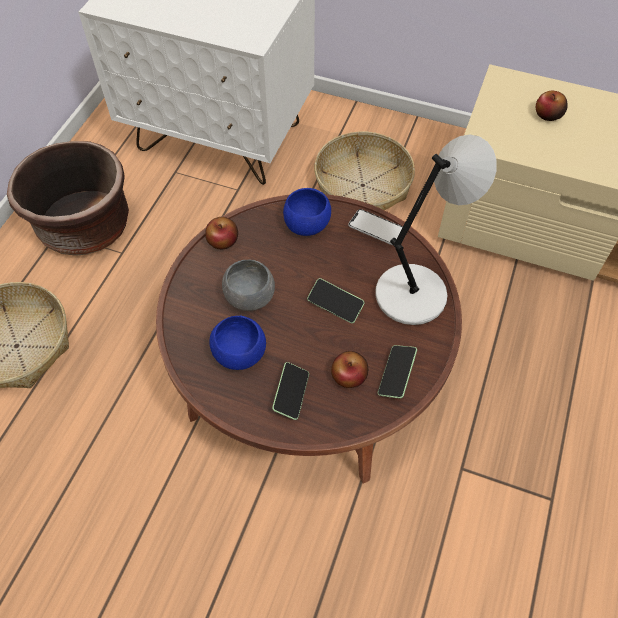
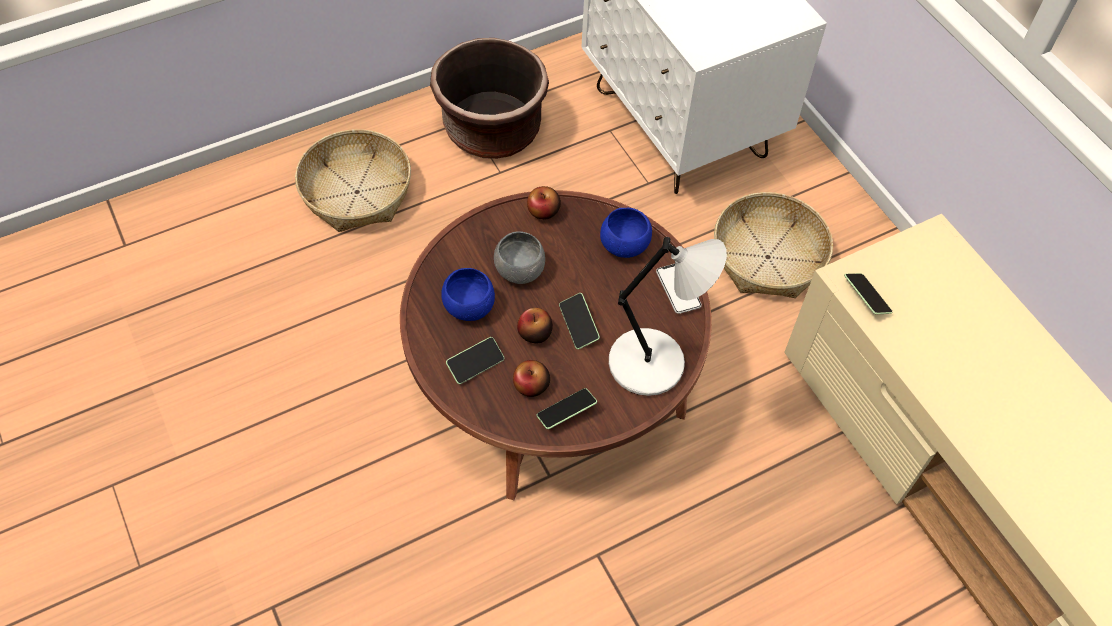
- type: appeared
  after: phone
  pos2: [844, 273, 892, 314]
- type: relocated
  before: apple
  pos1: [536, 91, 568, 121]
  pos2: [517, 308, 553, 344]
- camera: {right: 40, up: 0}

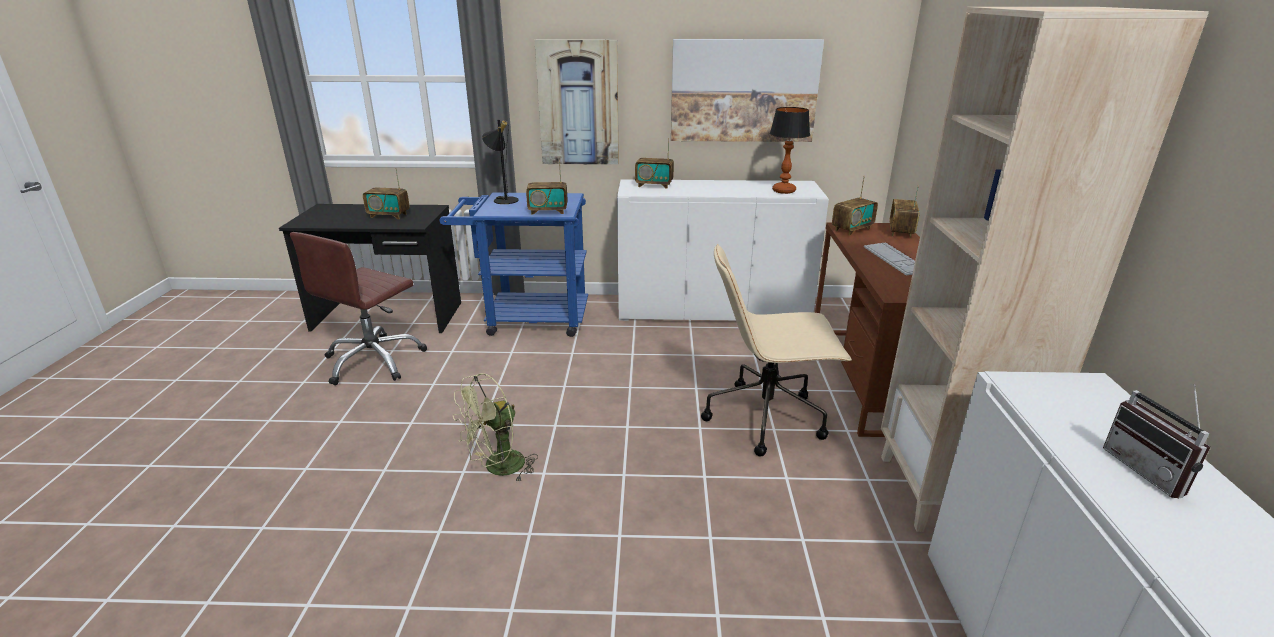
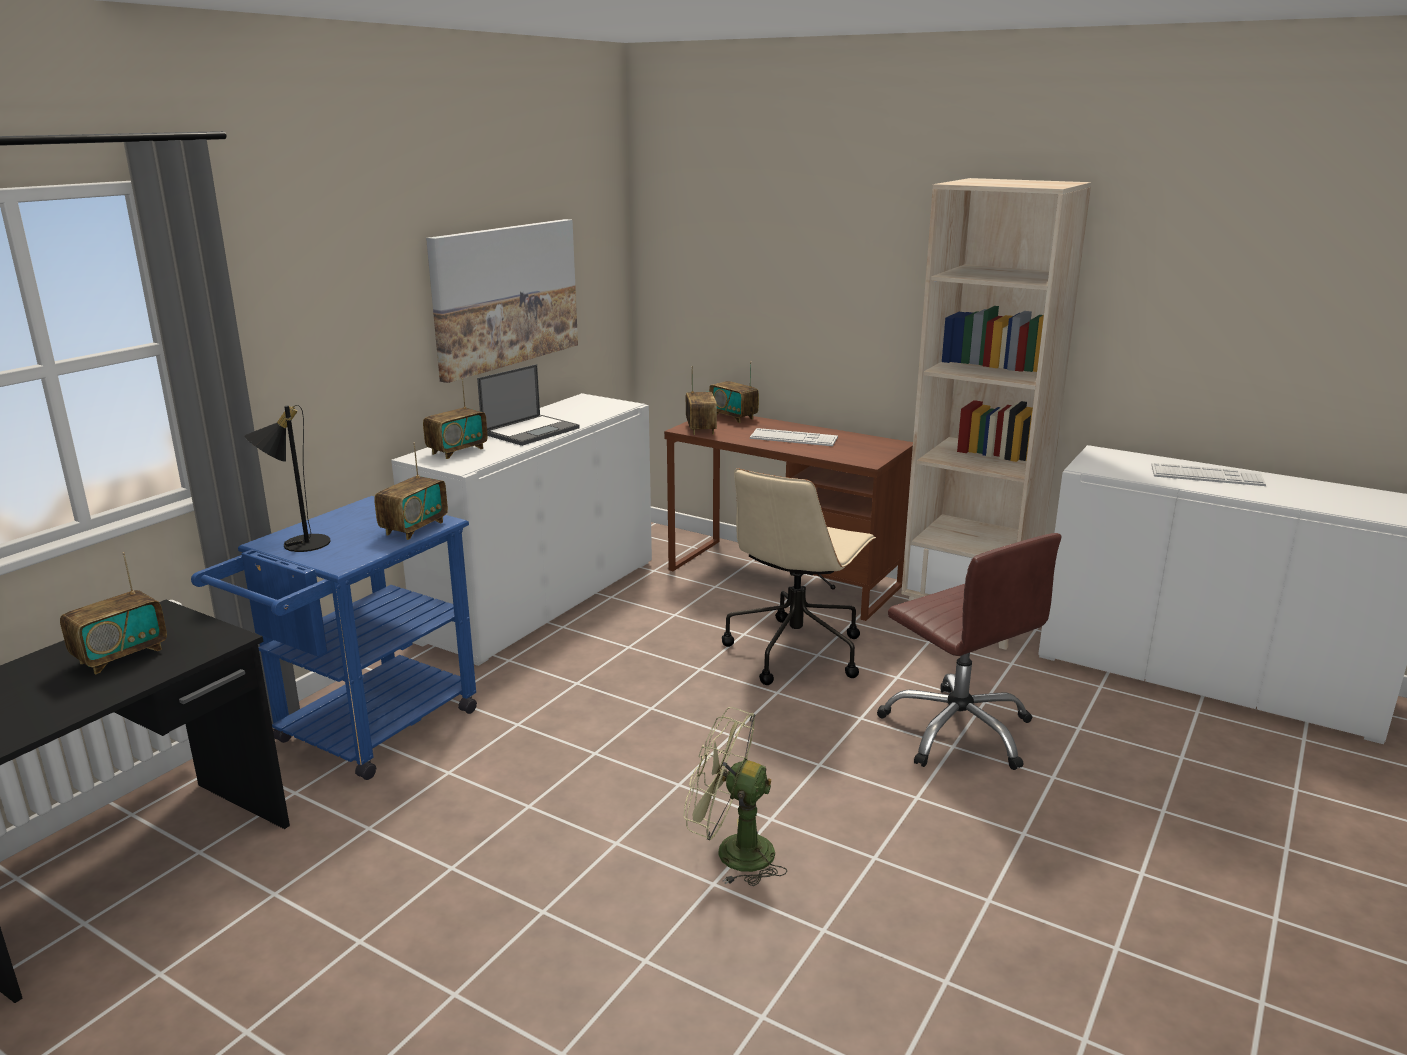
- type: missing
  before: picture
  pos1: [534, 39, 619, 165]
- type: missing
  before: tabletop lamp
  pos1: [770, 107, 810, 194]
- type: appeared
  after: notebook computer
  pos2: [477, 364, 580, 446]
- type: relocated
  before: brownish office chair
  pos1: [290, 232, 427, 385]
  pos2: [877, 533, 1061, 770]
- type: exchanged
  before: radio
  after: computer keyboard
  pos1: [1103, 385, 1210, 499]
  pos2: [1152, 463, 1266, 486]
- type: spun
  before: green fan
  pos1: [453, 373, 538, 483]
  pos2: [684, 707, 787, 886]
  turn: 120
- camera: {right: -60, up: -5}

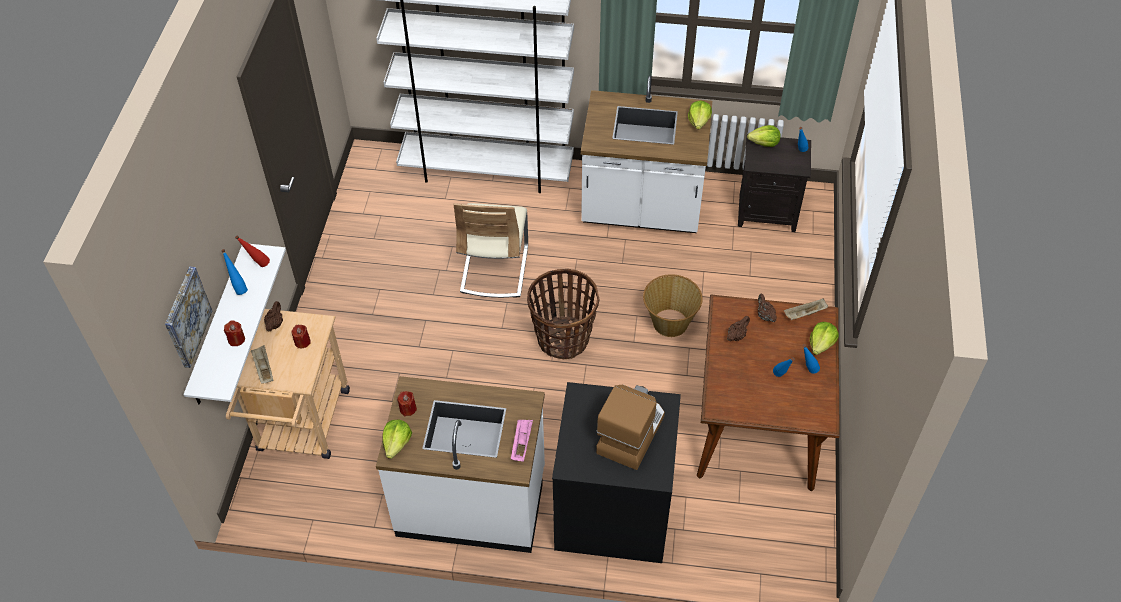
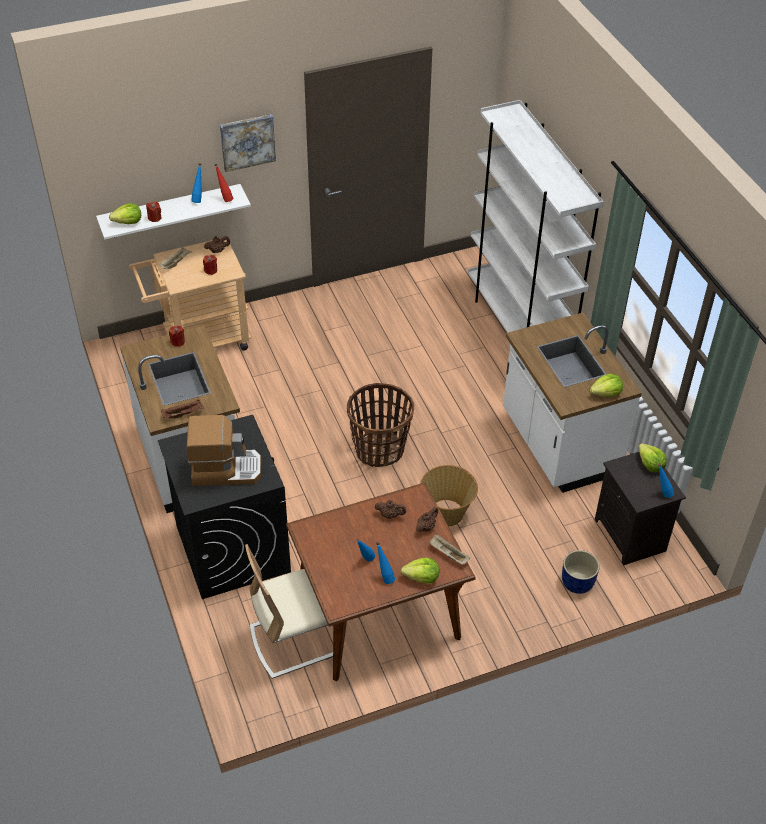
- type: appeared
  after: blue flower pot
  pos2: [562, 550, 599, 594]
- type: relocated
  before: picture
  pos1: [165, 266, 213, 368]
  pos2: [220, 114, 276, 172]
- type: relocated
  before: head of lettuce
  pos1: [382, 420, 412, 459]
  pos2: [109, 203, 141, 224]
- type: relocated
  before: beige-coloured upright chair
  pos1: [454, 203, 528, 298]
  pos2: [245, 544, 333, 679]
- type: colour
  before: pink carrying tray
  after: brownish carrying tray
  pos1: [511, 420, 533, 462]
  pos2: [161, 399, 204, 419]
- camera: {right: 60, up: -5}

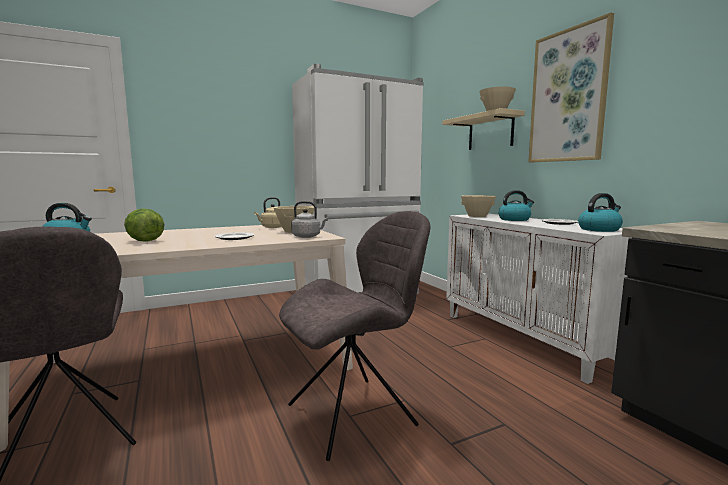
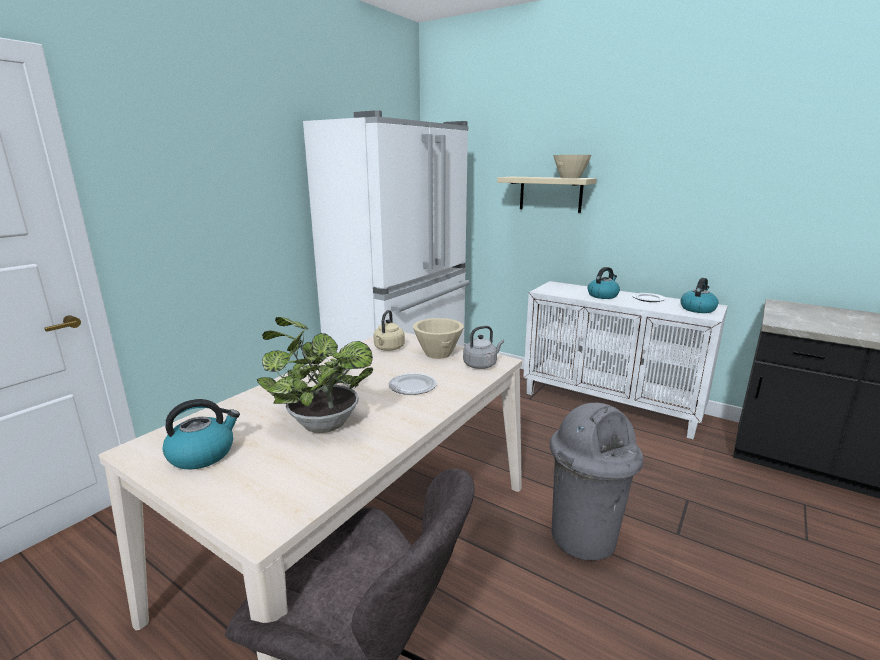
- type: missing
  before: beige-coloured deep dish
  pos1: [461, 195, 496, 217]
- type: missing
  before: picture
  pos1: [528, 13, 614, 163]
- type: exchanged
  before: head of lettuce
  after: houseplant
  pos1: [124, 208, 164, 242]
  pos2: [257, 317, 373, 433]
- type: exchanged
  before: grey upright chair
  after: grey waste bin
  pos1: [279, 211, 430, 461]
  pos2: [550, 403, 643, 561]
- camera: {right: -30, up: 10}

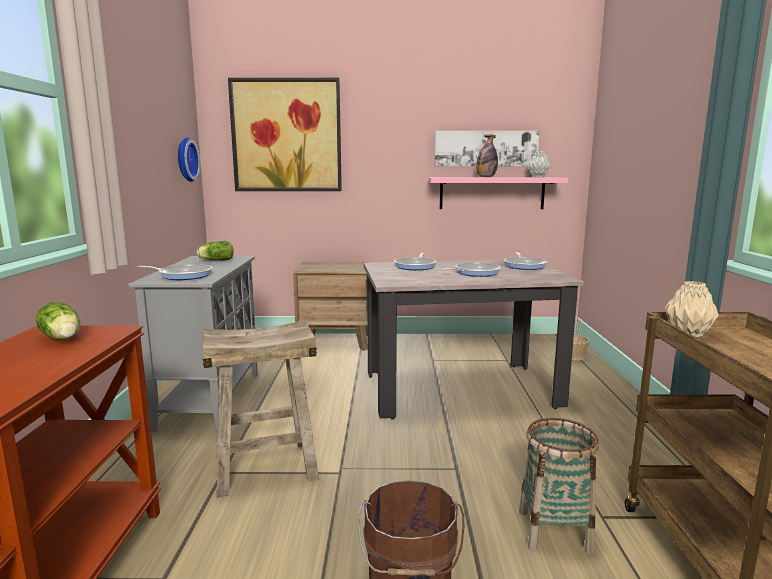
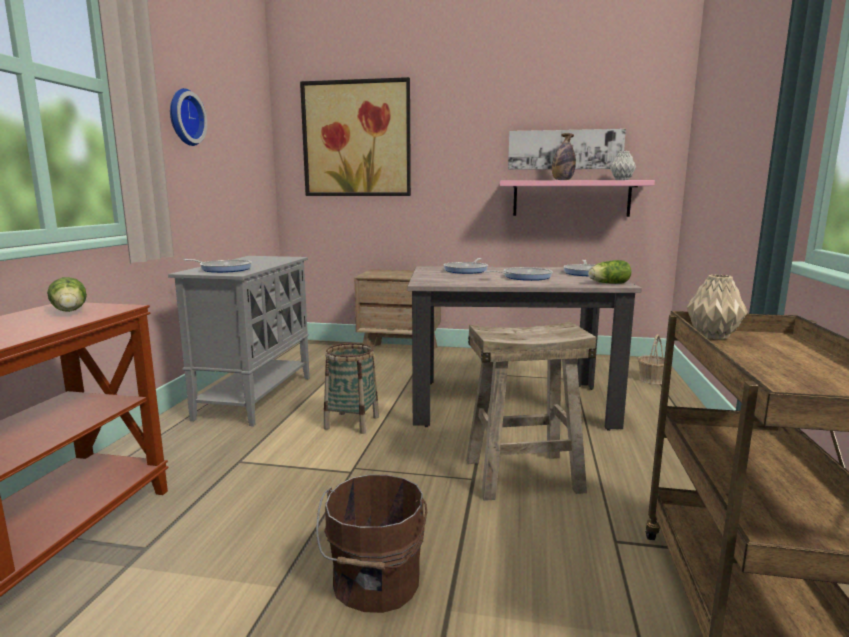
- type: relocated
  before: hanging clock
  pos1: [178, 137, 200, 182]
  pos2: [170, 88, 207, 146]
- type: relocated
  before: head of lettuce
  pos1: [197, 241, 233, 260]
  pos2: [588, 260, 631, 284]
- type: relocated
  before: beige-coloured sitting stool
  pos1: [203, 321, 319, 498]
  pos2: [466, 322, 596, 501]
- type: relocated
  before: basket
  pos1: [519, 418, 599, 554]
  pos2: [324, 343, 379, 434]
- camera: {right: 10, up: 0}

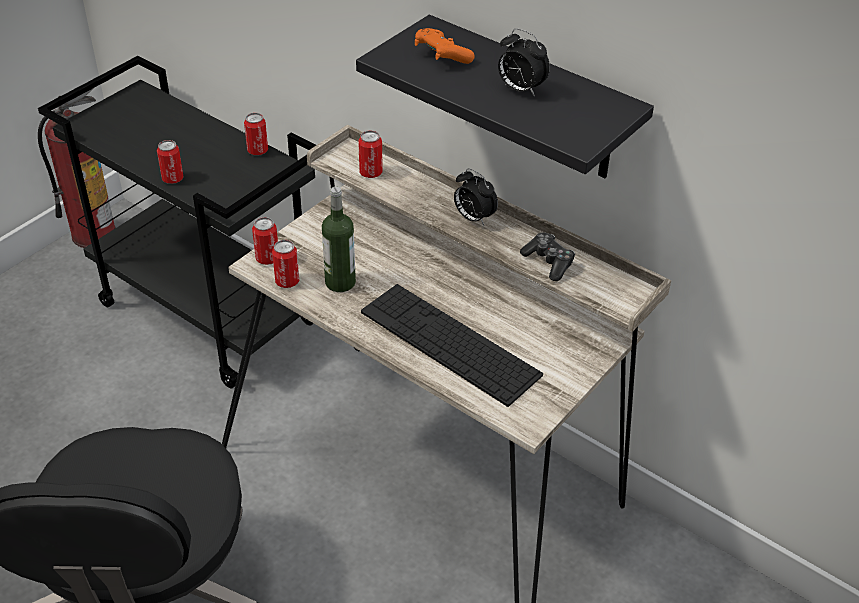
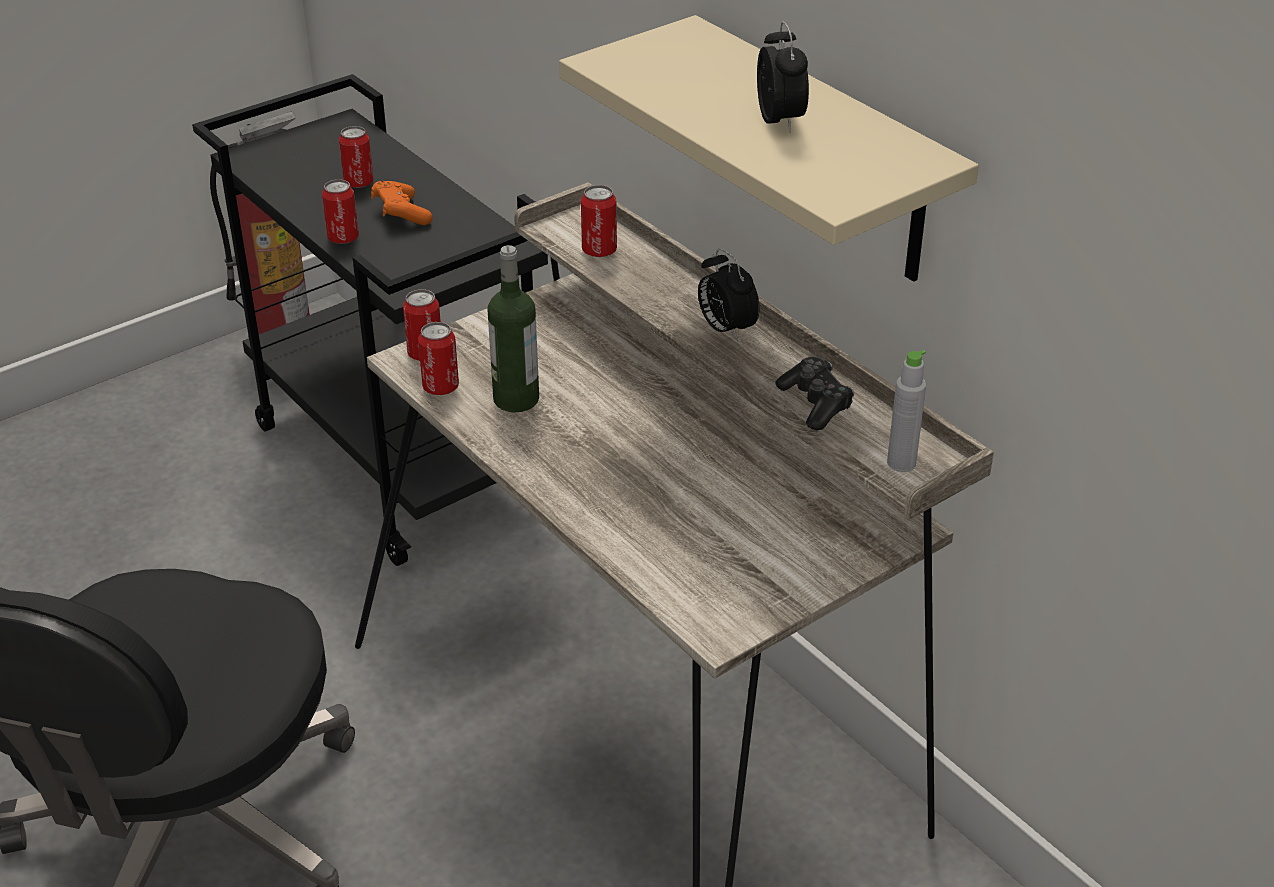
- type: missing
  before: computer keyboard
  pos1: [361, 284, 543, 407]
- type: appeared
  after: grey bottle
  pos2: [887, 350, 926, 472]
- type: relocated
  before: metal can
  pos1: [244, 113, 268, 155]
  pos2: [339, 126, 373, 188]
- type: relocated
  before: orangey joypad
  pos1: [415, 28, 475, 64]
  pos2: [371, 181, 433, 225]
- type: colour
  before: black bracket shelf
  after: beige-coloured bracket shelf
  pos1: [356, 15, 654, 178]
  pos2: [559, 15, 979, 282]
- type: spun
  before: alarm clock
  pos1: [498, 29, 550, 96]
  pos2: [757, 21, 809, 133]
  turn: -150
- camera: {right: 15, up: -5}

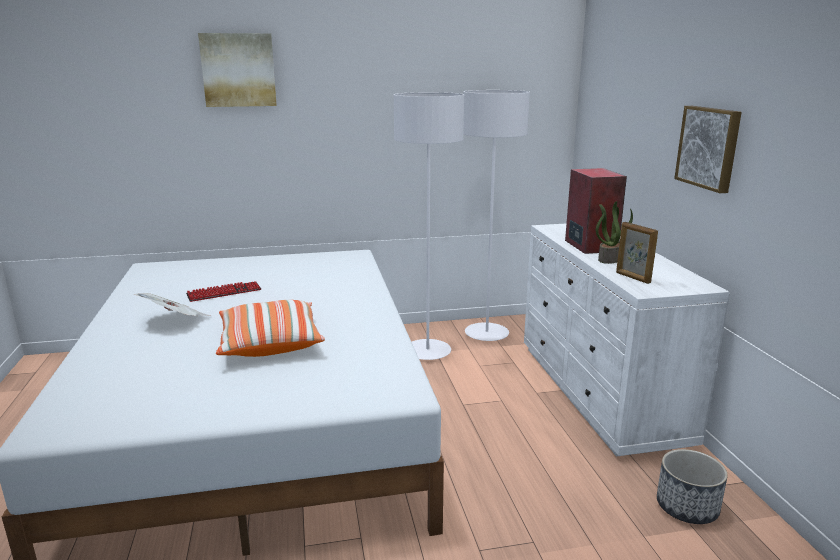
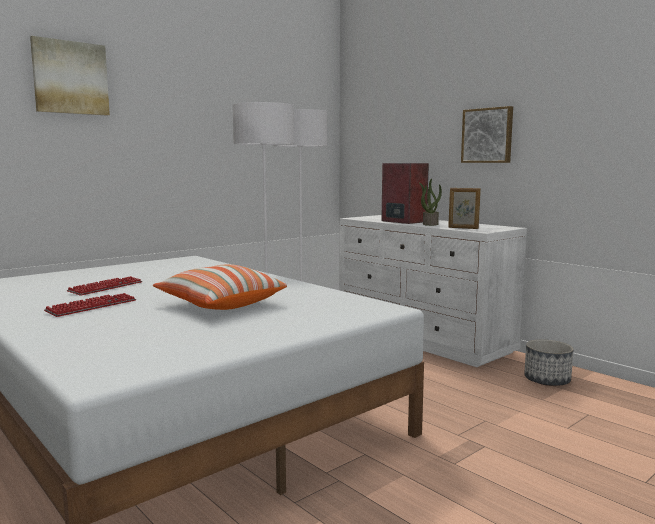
- type: exchanged
  before: daily paper
  after: computer keyboard
  pos1: [134, 293, 211, 316]
  pos2: [44, 293, 136, 317]
- camera: {right: -30, up: -10}

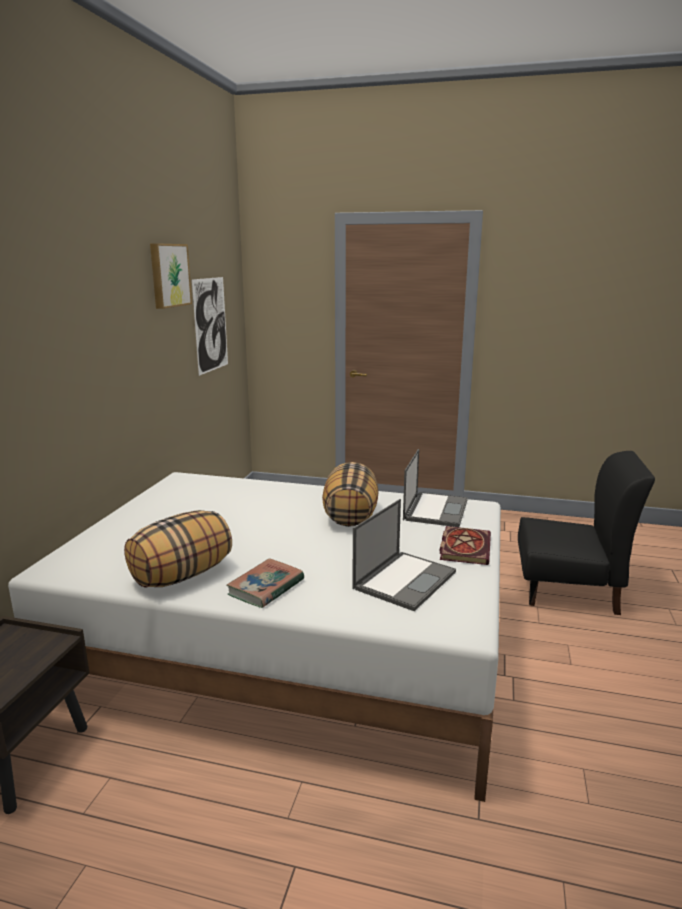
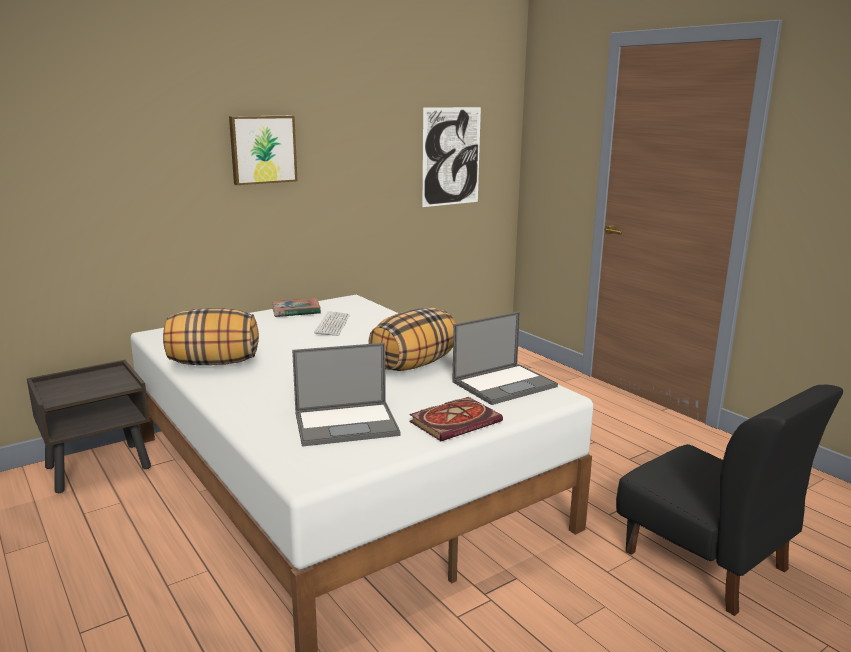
- type: appeared
  after: computer keyboard
  pos2: [314, 311, 350, 336]
- type: relocated
  before: picture
  pos1: [150, 243, 192, 309]
  pos2: [229, 116, 298, 185]
- type: relocated
  before: bound book
  pos1: [226, 558, 304, 608]
  pos2: [272, 298, 321, 317]
- camera: {right: 40, up: 0}

